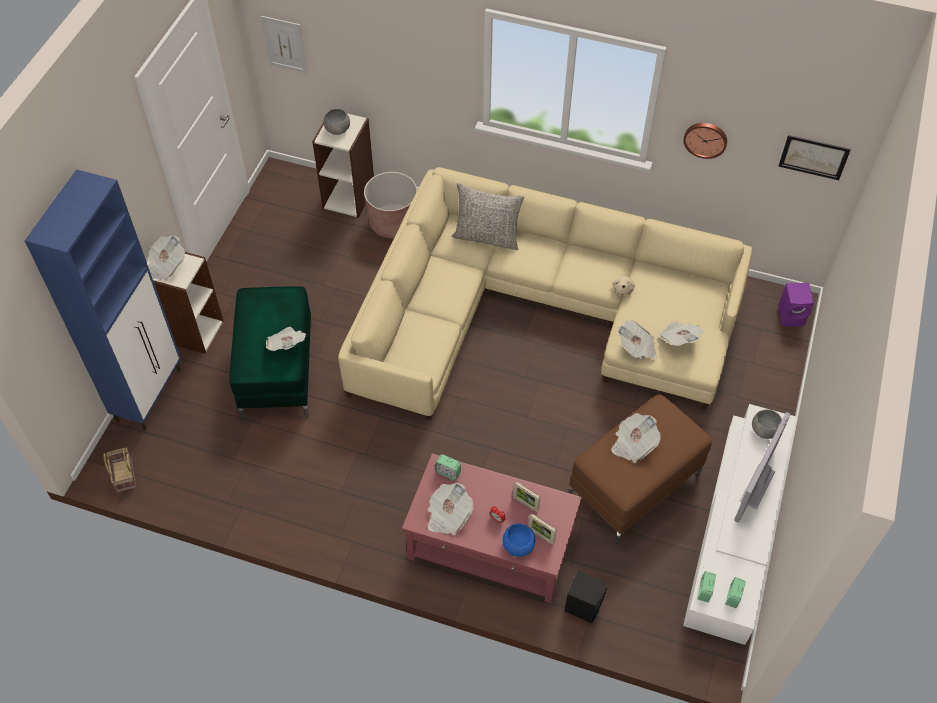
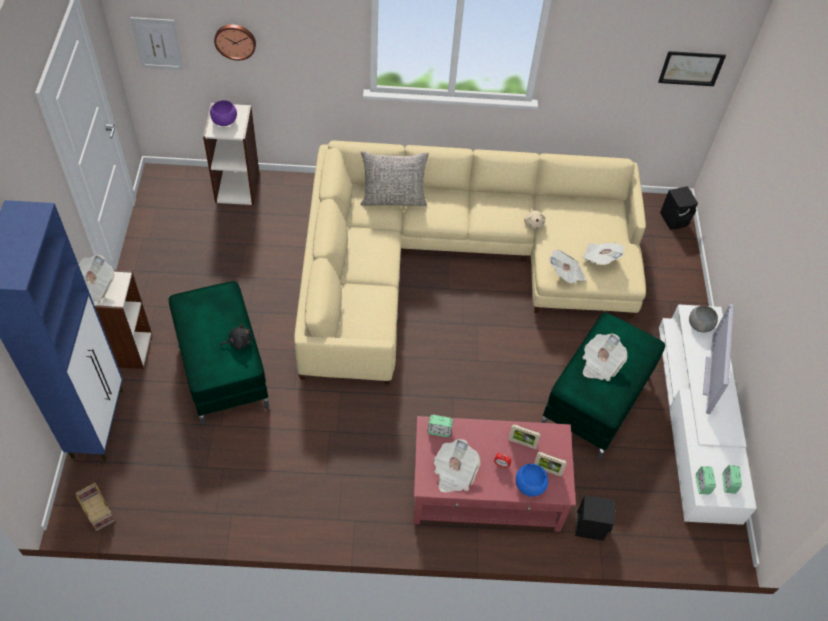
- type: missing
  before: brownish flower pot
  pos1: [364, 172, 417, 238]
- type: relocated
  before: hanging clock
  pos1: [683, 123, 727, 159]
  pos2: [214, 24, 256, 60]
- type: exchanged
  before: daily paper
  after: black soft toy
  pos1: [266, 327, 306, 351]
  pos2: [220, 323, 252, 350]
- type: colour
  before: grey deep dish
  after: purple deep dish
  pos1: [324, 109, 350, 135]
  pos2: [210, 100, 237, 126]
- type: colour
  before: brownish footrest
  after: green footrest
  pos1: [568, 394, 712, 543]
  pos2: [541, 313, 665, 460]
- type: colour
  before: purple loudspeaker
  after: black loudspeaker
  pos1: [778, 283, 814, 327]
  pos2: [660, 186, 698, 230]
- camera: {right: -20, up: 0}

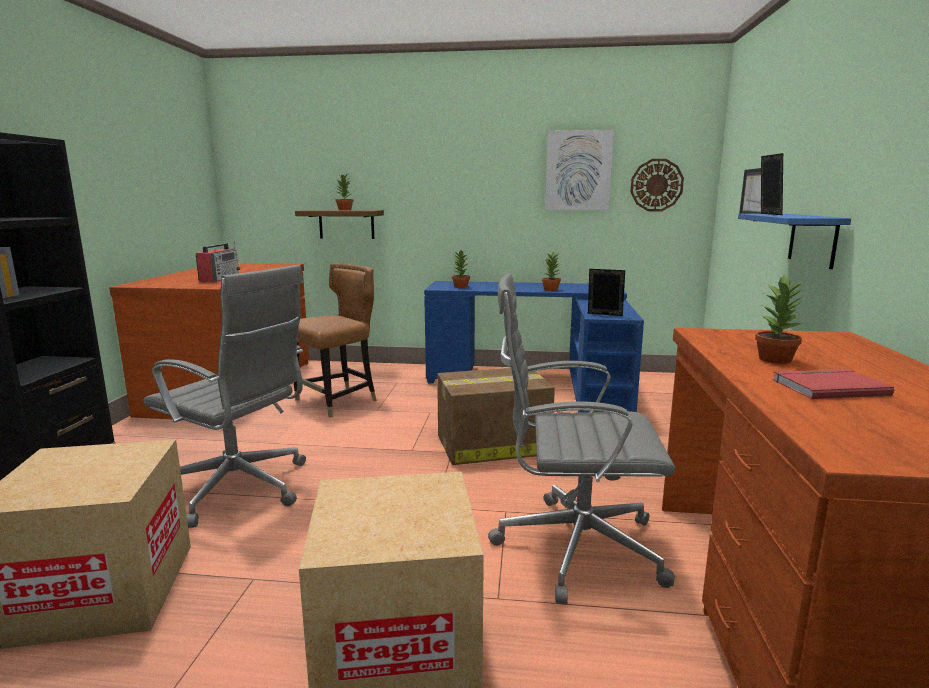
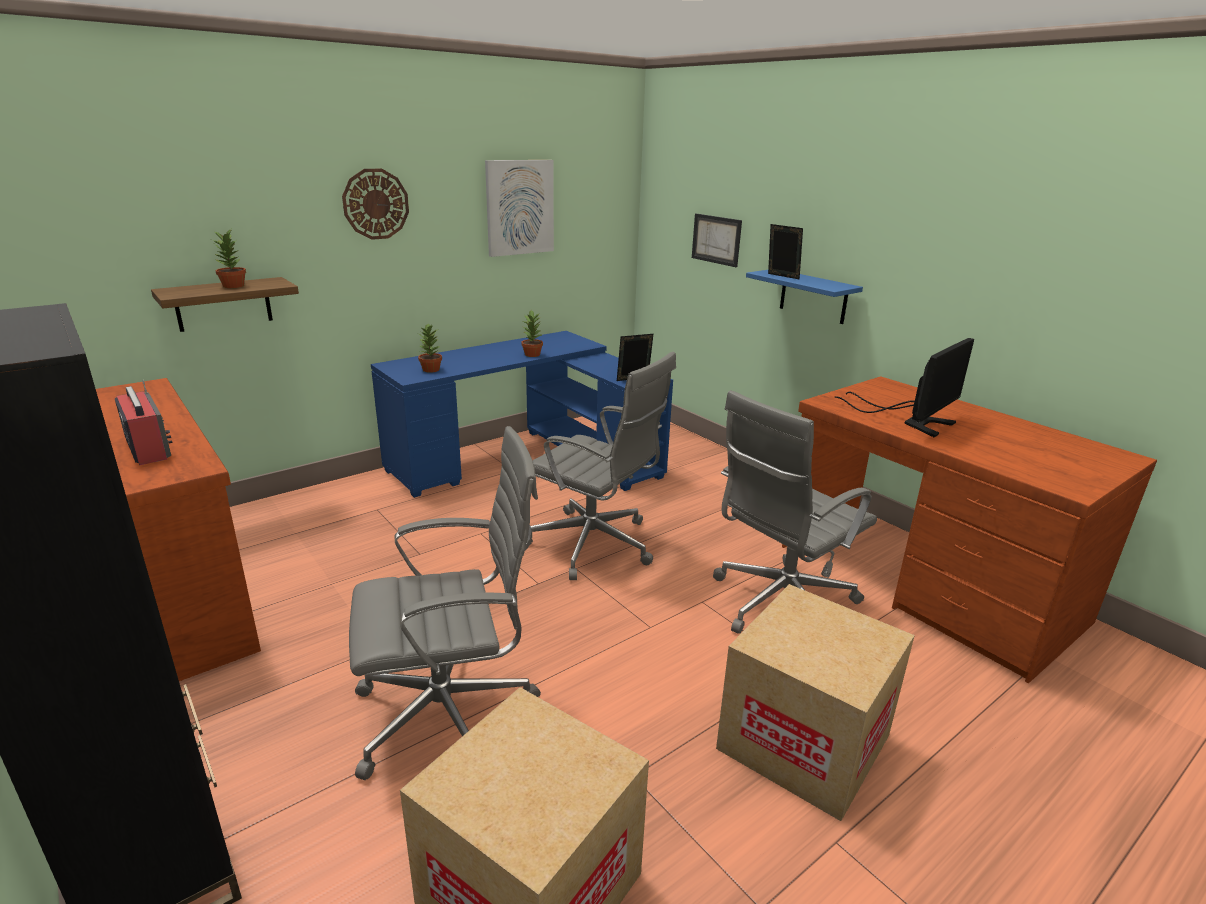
- type: missing
  before: brownish upright chair
  pos1: [294, 263, 377, 418]
- type: missing
  before: reddish bound book
  pos1: [773, 369, 894, 399]
- type: relocated
  before: hanging clock
  pos1: [630, 159, 684, 211]
  pos2: [342, 169, 409, 240]
- type: exchanged
  before: packing box
  after: grey office chair
  pos1: [437, 368, 555, 465]
  pos2: [530, 352, 676, 580]
- type: exchanged
  before: houseplant
  after: monitor
  pos1: [755, 275, 805, 364]
  pos2: [835, 338, 974, 437]
- camera: {right: -45, up: 10}

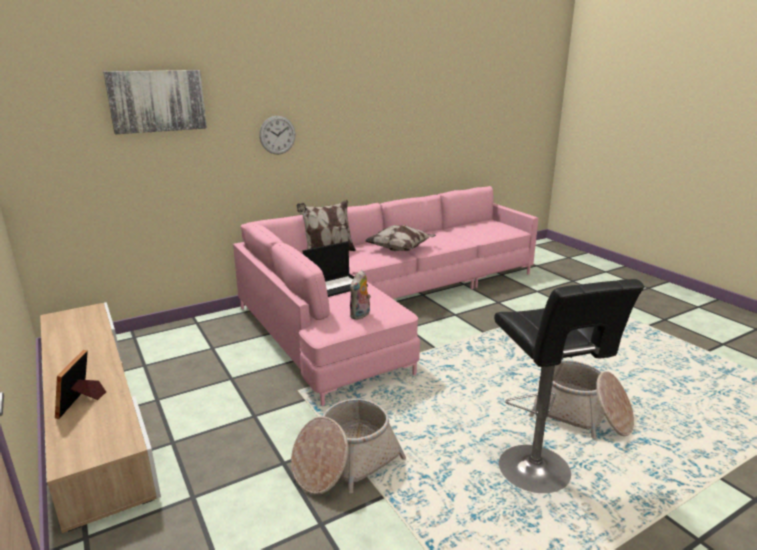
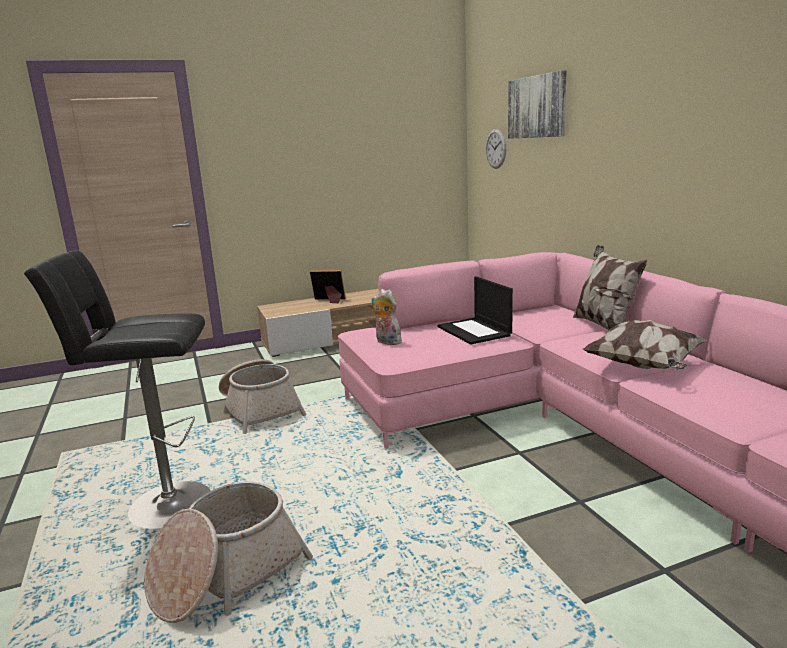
- type: relocated
  before: hanging clock
  pos1: [259, 116, 296, 154]
  pos2: [486, 129, 506, 169]
- camera: {right: 100, up: -5}

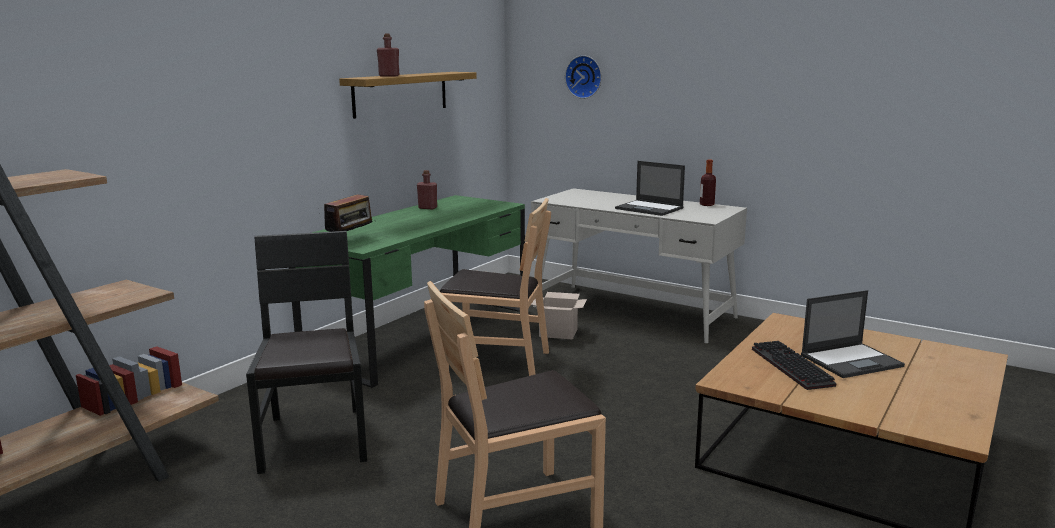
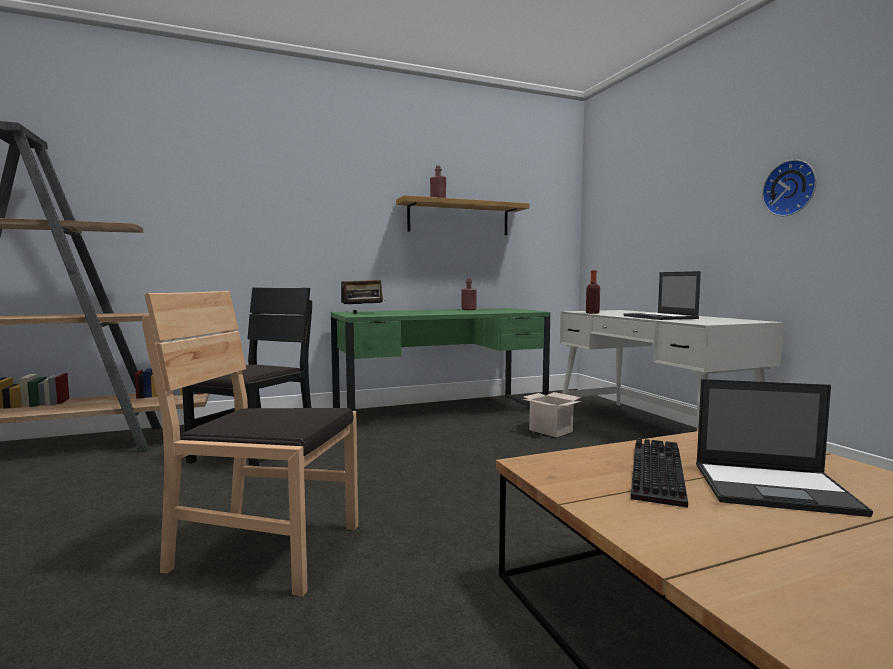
- type: missing
  before: brownish upright chair
  pos1: [440, 198, 551, 376]
- type: relocated
  before: hanging clock
  pos1: [565, 55, 602, 99]
  pos2: [762, 159, 817, 216]
- type: relocated
  before: bottle
  pos1: [700, 159, 716, 206]
  pos2: [586, 270, 600, 314]
- camera: {right: 35, up: -10}

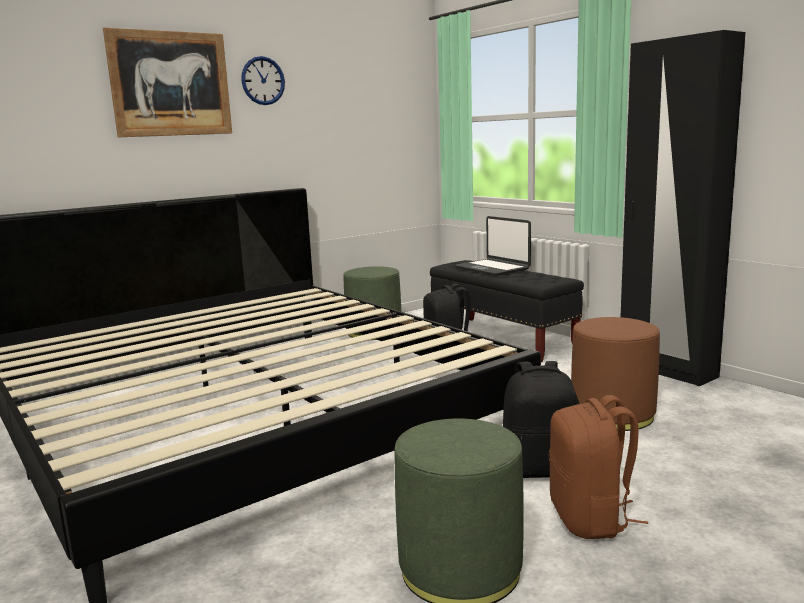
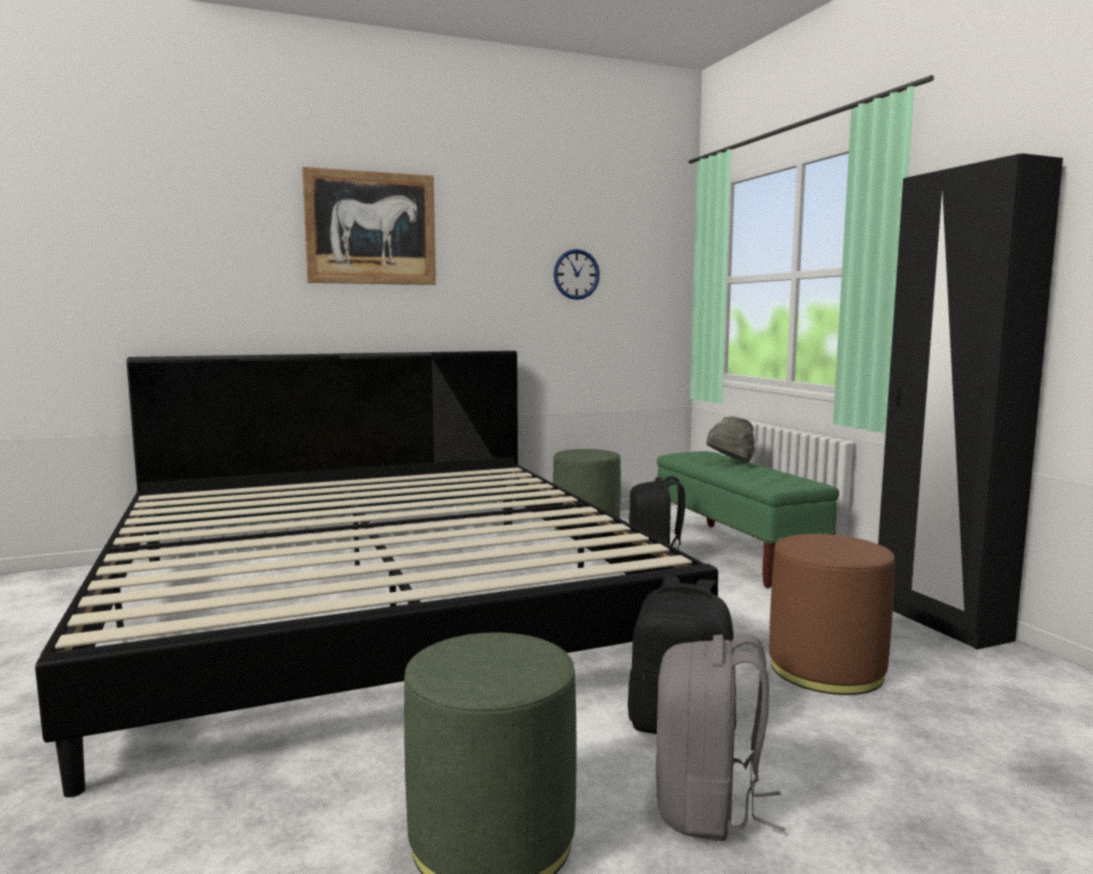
- type: relocated
  before: hanging clock
  pos1: [241, 56, 285, 105]
  pos2: [554, 249, 600, 300]
- type: exchanged
  before: notebook computer
  after: grey hat
  pos1: [454, 216, 531, 276]
  pos2: [706, 416, 755, 462]
- type: colour
  before: black bench
  after: green bench
  pos1: [430, 260, 584, 362]
  pos2: [657, 451, 839, 588]
- type: colour
  before: brownish rucksack
  after: grey rucksack
  pos1: [549, 395, 648, 539]
  pos2: [656, 634, 785, 841]
- camera: {right: 15, up: -5}

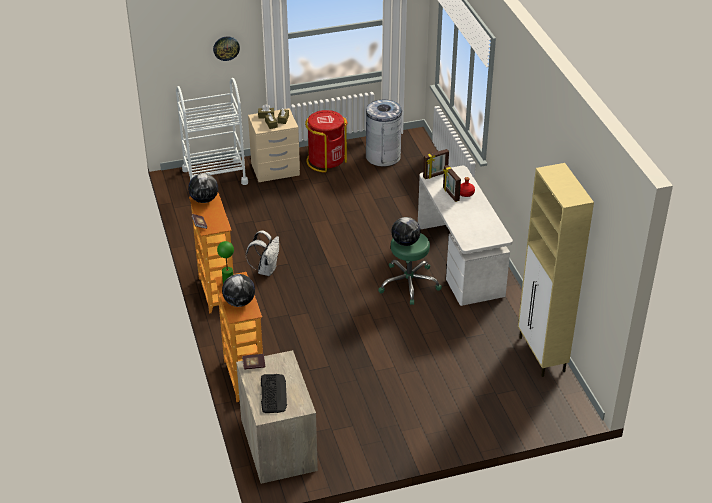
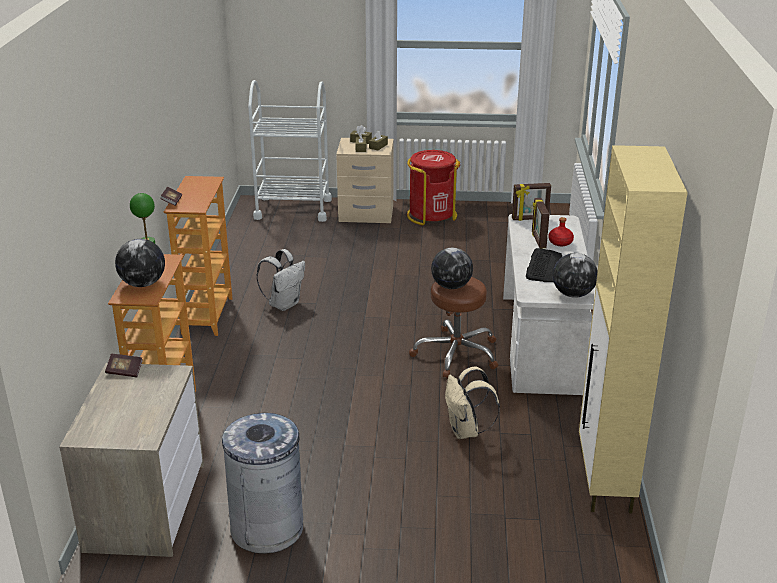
- type: missing
  before: hanging clock
  pos1: [213, 36, 240, 61]
- type: appeared
  after: beige-coloured rucksack
  pos2: [445, 367, 500, 439]
- type: relocated
  before: desk globe
  pos1: [188, 173, 218, 203]
  pos2: [553, 253, 598, 298]
- type: relocated
  before: computer keyboard
  pos1: [261, 374, 287, 413]
  pos2: [526, 248, 562, 282]
- type: relocated
  before: grey waste bin
  pos1: [366, 100, 402, 167]
  pos2: [222, 413, 303, 554]
- type: colour
  before: green sitting stool
  after: brownish sitting stool
  pos1: [378, 233, 442, 305]
  pos2: [409, 277, 498, 378]
- camera: {right: 20, up: -10}

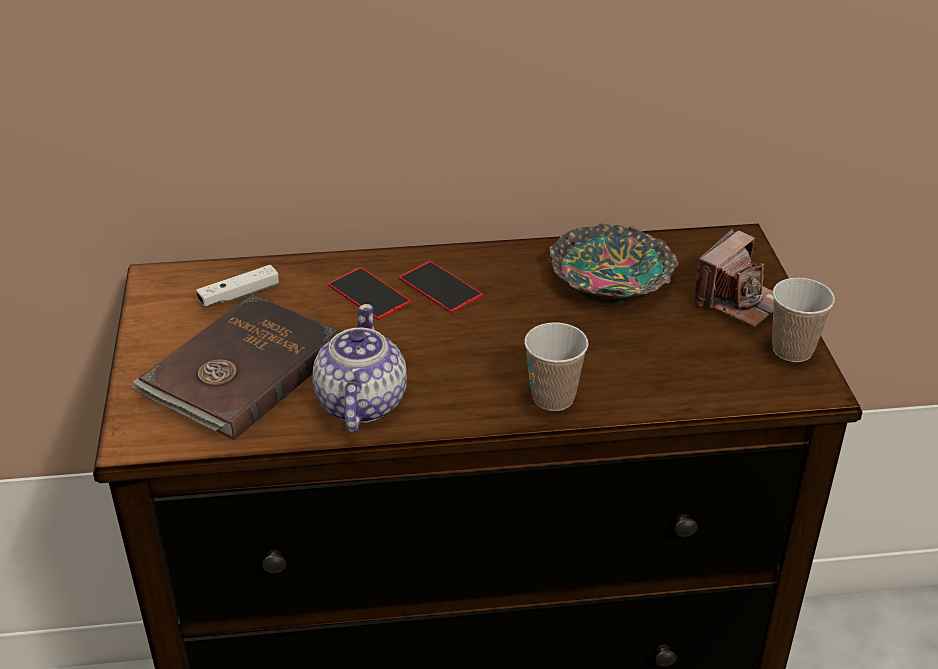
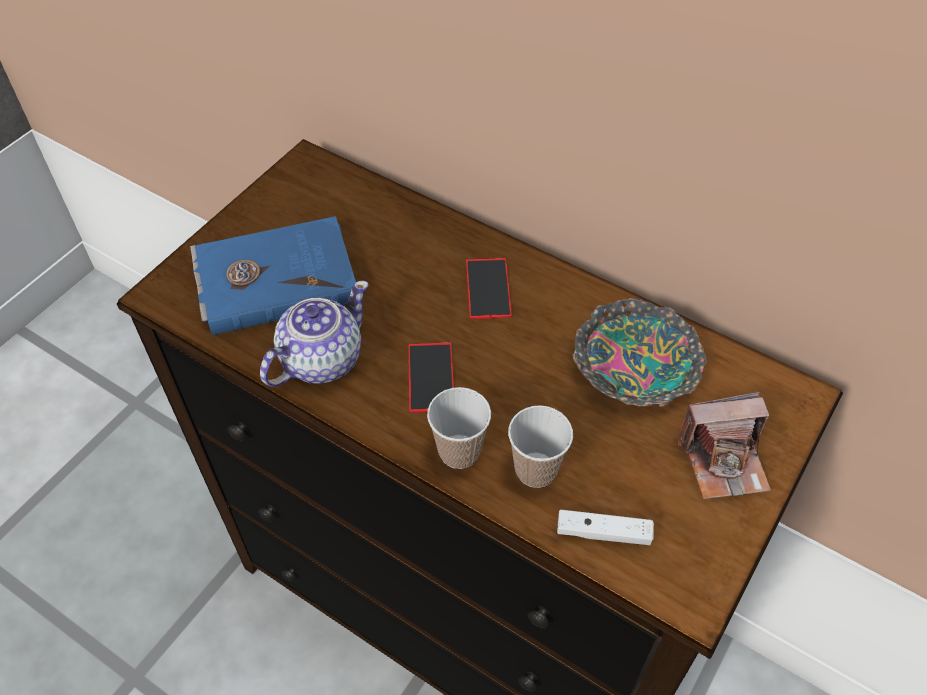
- type: relocated
  before: whitish joypad
  pos1: [197, 265, 279, 306]
  pos2: [557, 509, 654, 545]
- type: relocated
  before: phone
  pos1: [328, 267, 411, 320]
  pos2: [408, 342, 454, 413]
- type: relocated
  before: drinking cup
  pos1: [772, 278, 835, 362]
  pos2: [508, 405, 573, 488]
- type: colour
  before: brownish bound book
  after: blue bound book
  pos1: [131, 294, 341, 440]
  pos2: [190, 216, 356, 335]
- camera: {right: 40, up: 15}

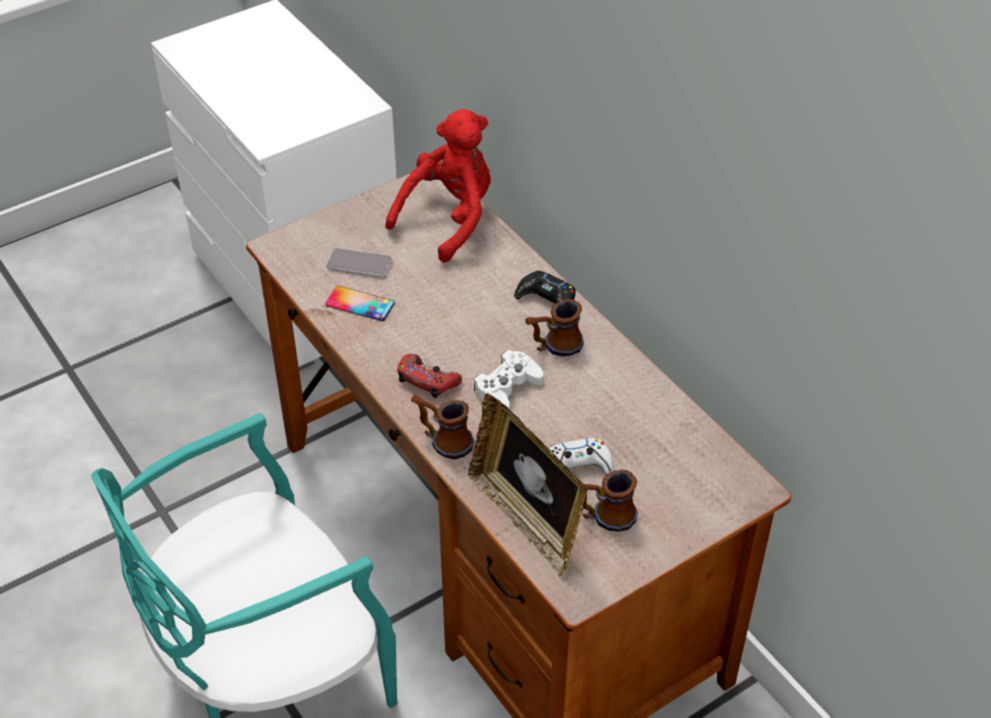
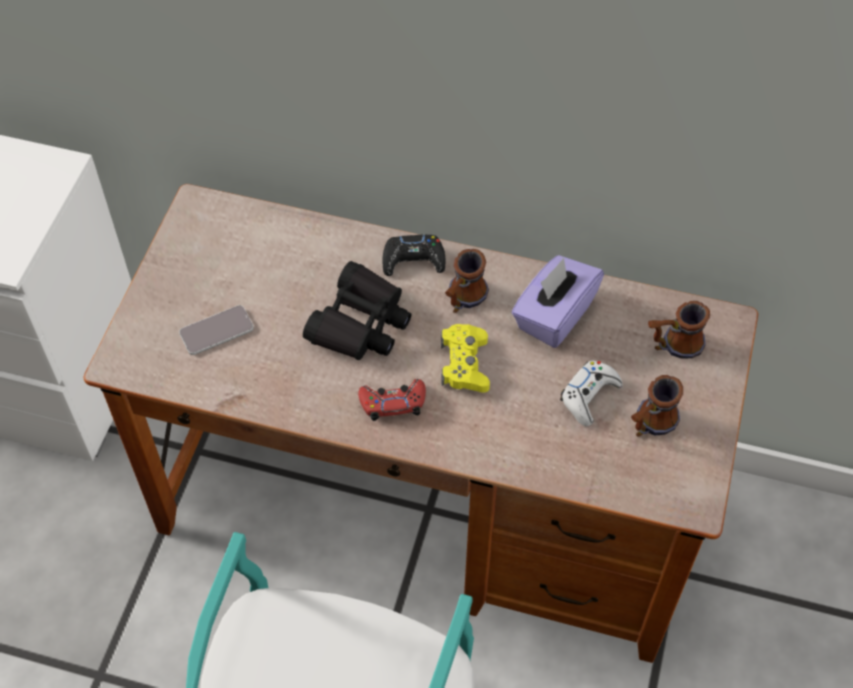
- type: missing
  before: phone
  pos1: [325, 286, 395, 321]
- type: missing
  before: reddish soft toy
  pos1: [385, 109, 491, 263]
- type: missing
  before: picture frame
  pos1: [468, 393, 588, 577]
- type: appeared
  after: black field glasses
  pos2: [303, 261, 411, 360]
- type: appeared
  after: purple box of tissues
  pos2: [511, 255, 604, 348]
- type: relocated
  before: tea mug
  pos1: [411, 394, 474, 460]
  pos2: [648, 301, 710, 359]
- type: colour
  before: whitish joypad
  after: yellowish joypad
  pos1: [474, 350, 543, 408]
  pos2: [441, 324, 490, 393]
- camera: {right: -40, up: 10}

